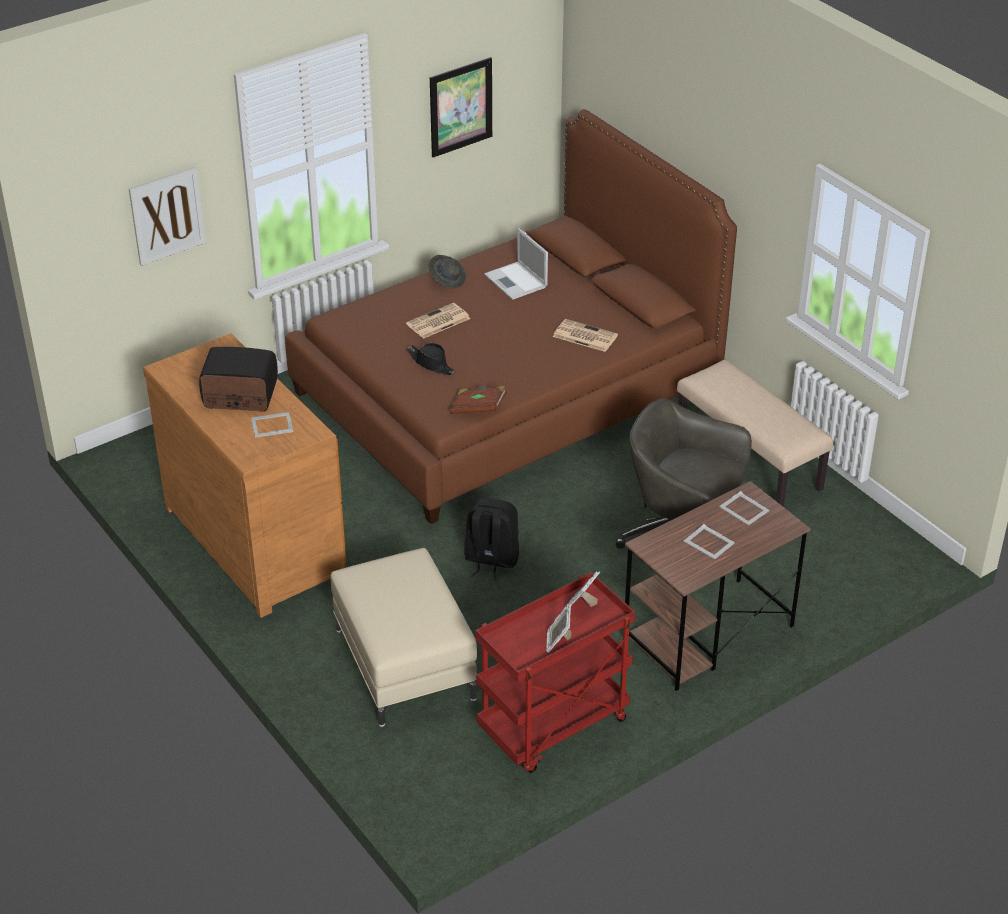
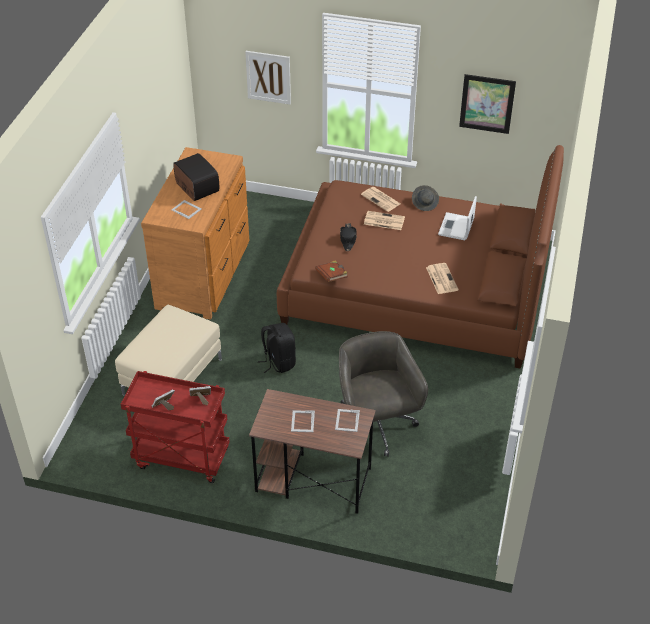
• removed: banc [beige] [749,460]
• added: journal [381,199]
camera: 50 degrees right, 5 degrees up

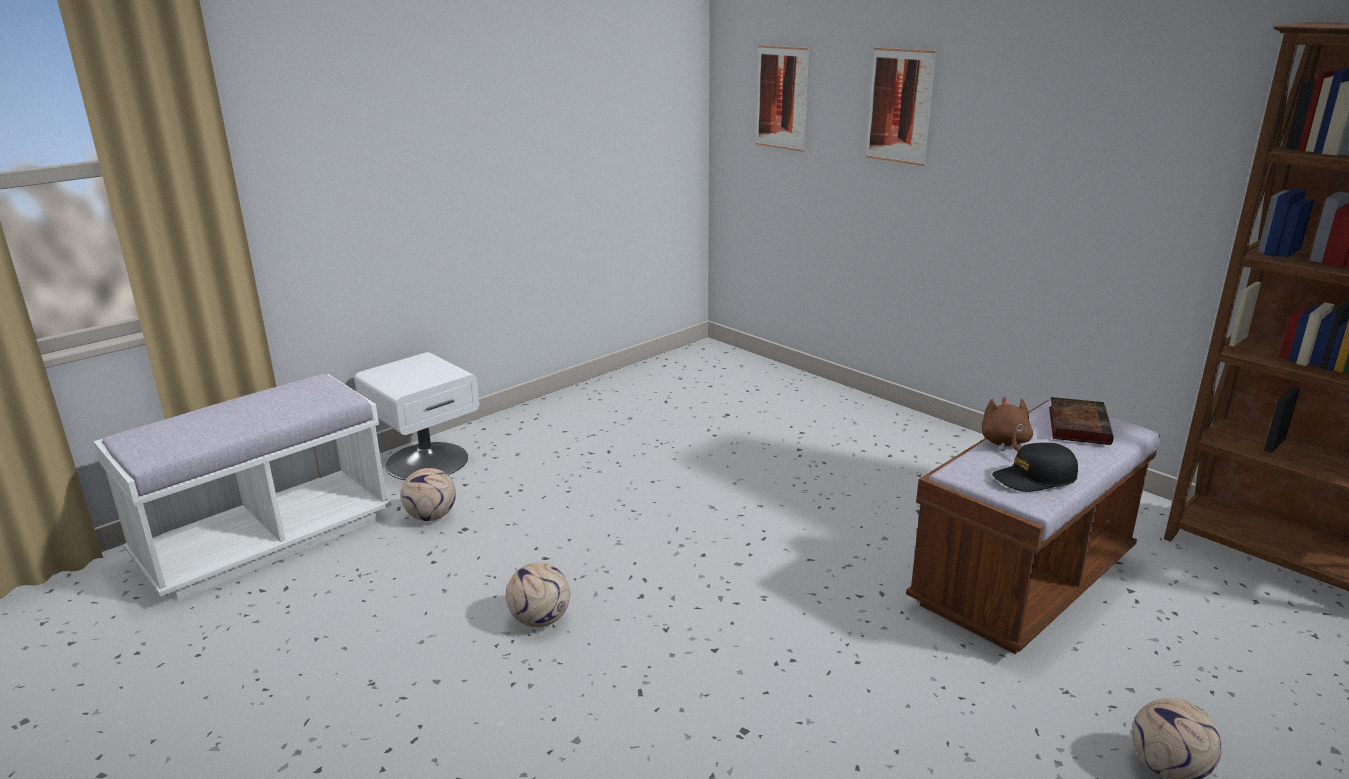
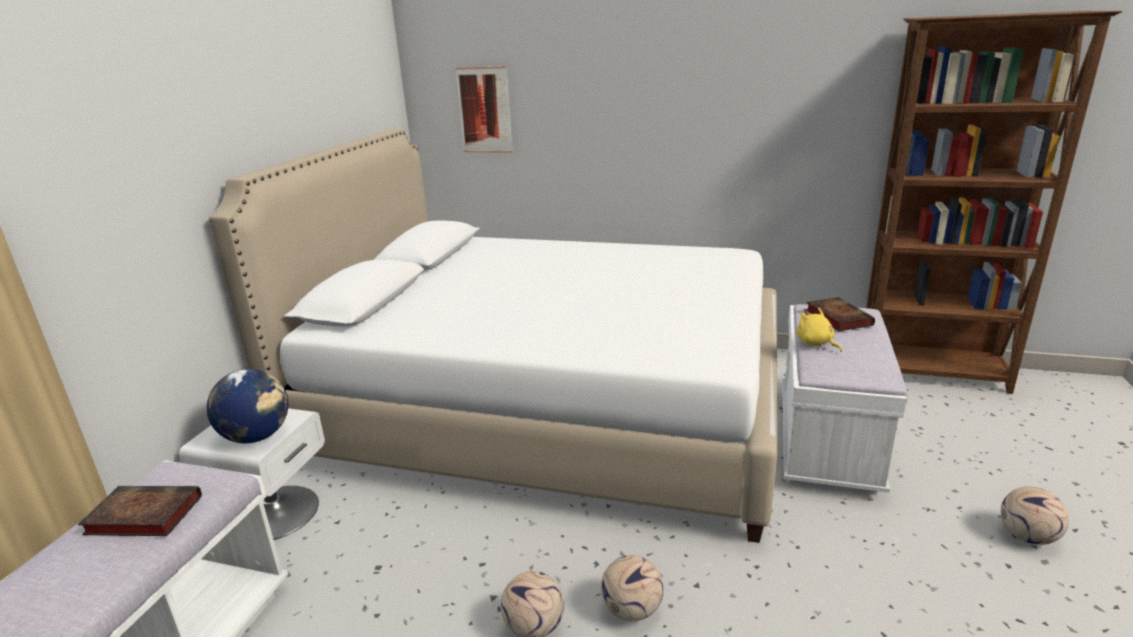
• moved: ballon de foot [430,516] to [631,610]
• removed: tableau [900,106]
• recoloured: banc [marron] [1022,582] to banc [blanc] [826,440]
• recoloured: peluche [marron] [1005,443] to peluche [jaune] [816,343]
• removed: casquette [noir] [1034,478]
• added: livre [141,516]
• added: globe [257,436]
• added: lit [blanc] [550,409]
camera: 30 degrees left, 0 degrees up

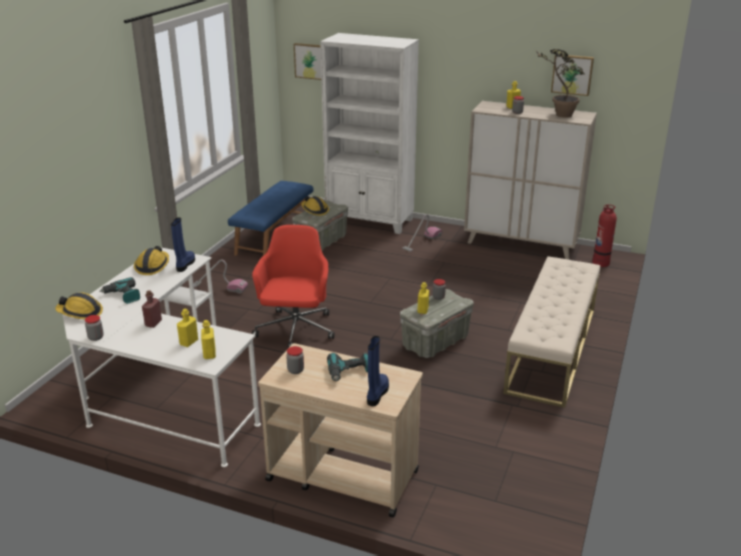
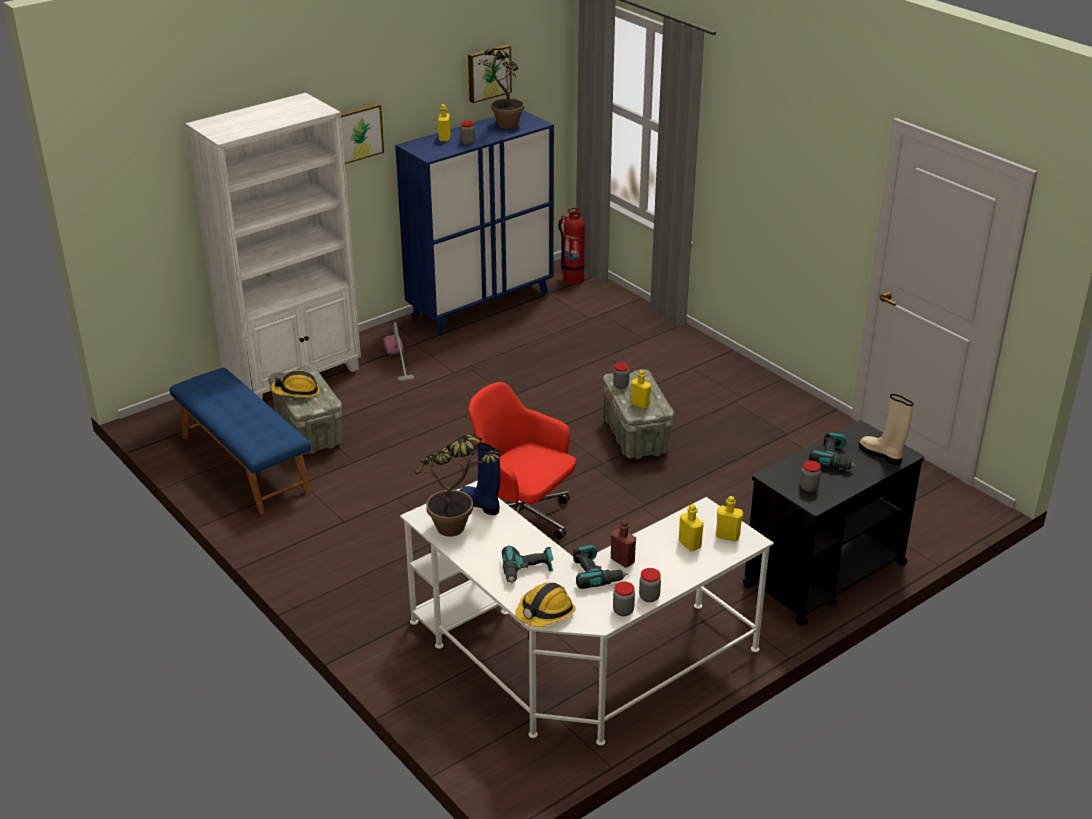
• replaced: casque de chantier [152,266] to plante en pot [460,531]
• removed: aspirateur [219,287]
• recoloured: chariot [beige] [341,475] to chariot [noir] [823,575]
• moved: tableau [311,61] to [357,133]
• recoloured: botte [bleu] [377,394] to botte [beige] [881,454]
• recoloured: meuble de rangement [beige] [521,244] to meuble de rangement [bleu] [481,304]
• removed: banc [beige] [552,349]
• added: perceuse [596,574]
• added: bocal [649,597]
camera: 60 degrees left, 5 degrees up

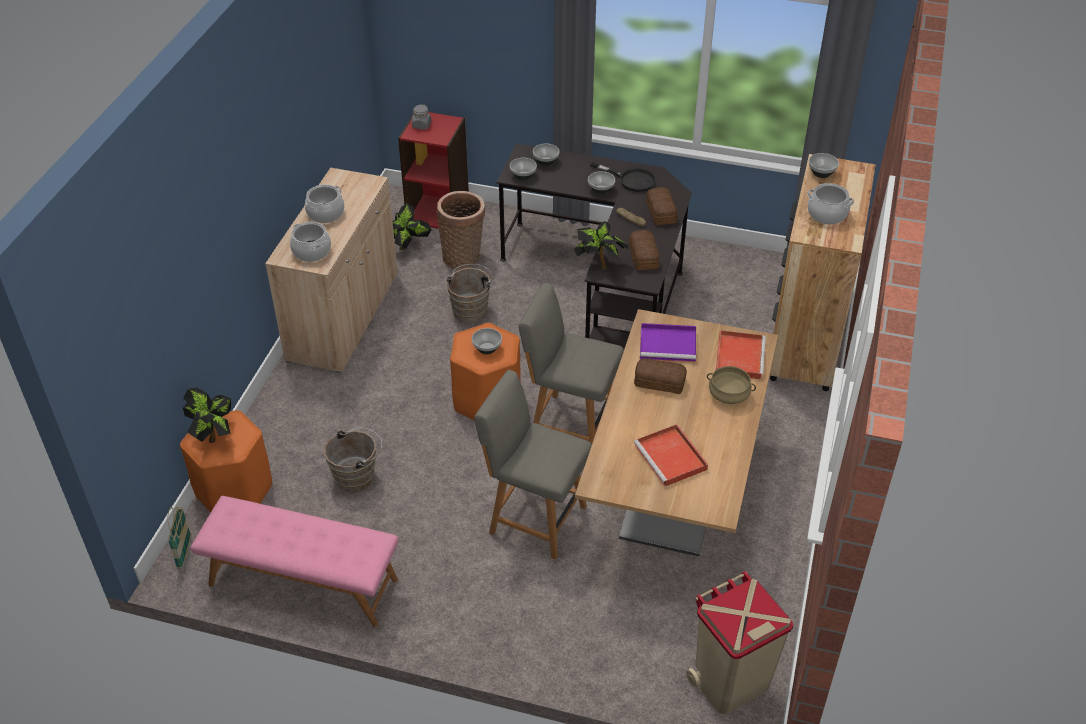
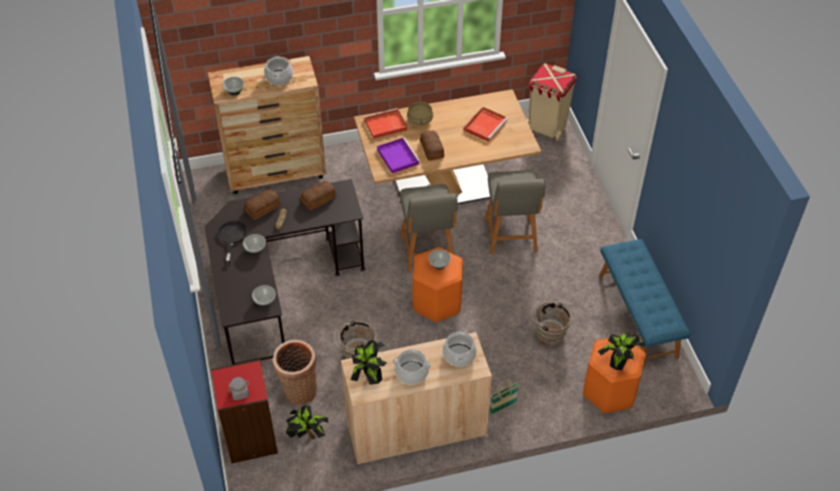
• moved: panier [184,553] to [502,408]
• recoloured: banc [rose] [302,582] to banc [bleu] [638,315]
• removed: bol [546,161]
• moved: plante en pot [599,264] to [369,374]
camera: 120 degrees left, 5 degrees up

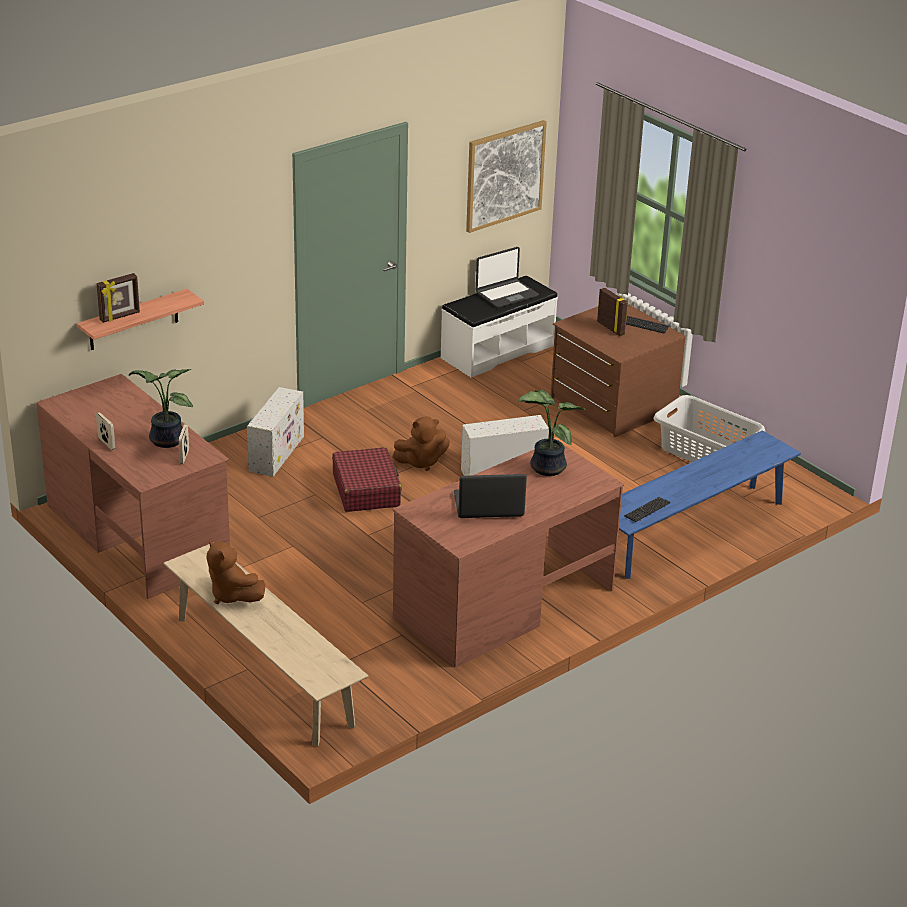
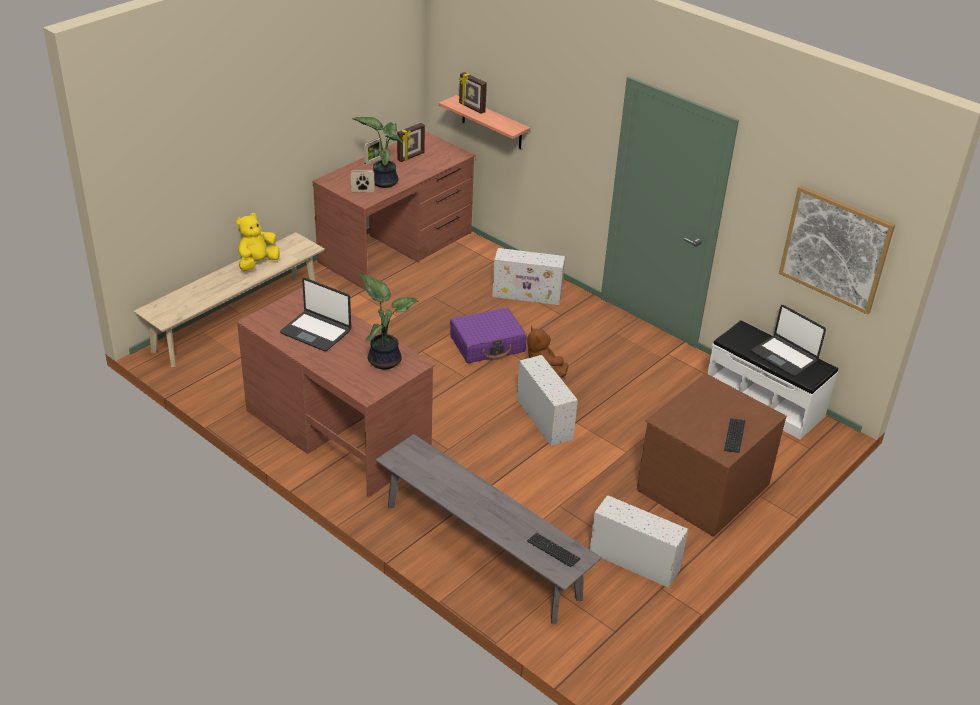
• recoloured: peluche [marron] [232,595] to peluche [jaune] [257,263]
• recoloured: valise [rouge] [366,490] to valise [violet] [487,344]
• turned: ordinateur portable [488,506] = [316,331] 135 degrees clockwise
• moved: cadre photo [611,328] to [411,157]
• recoloured: banc [bleu] [692,530] to banc [gris] [481,551]
• moved: clavier [647,510] to [553,550]
• replaced: panier à linge [gris] [705,453] to boîte de rangement [blanc] [633,560]
camera: 80 degrees right, 5 degrees up

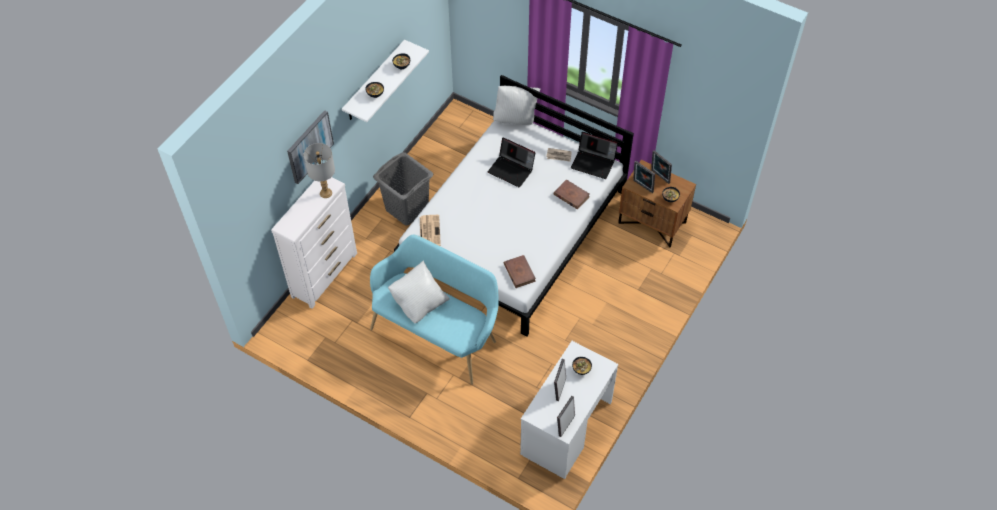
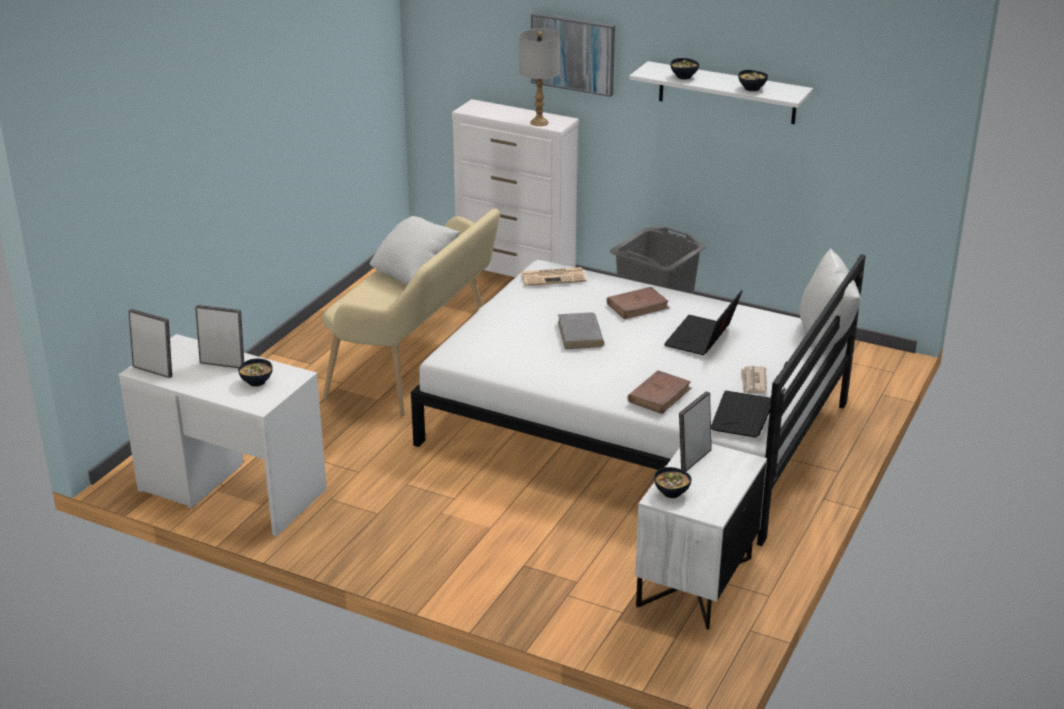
• recoloured: banc [turquoise] [438,332] to banc [beige] [419,366]
• moved: livre [marron] [519,272] to [637,306]
• recoloured: table de chevet [marron] [652,222] to table de chevet [blanc] [696,583]
• removed: cadre photo [659,177]
• added: livre [gris] [580,334]
camera: 85 degrees right, 25 degrees down

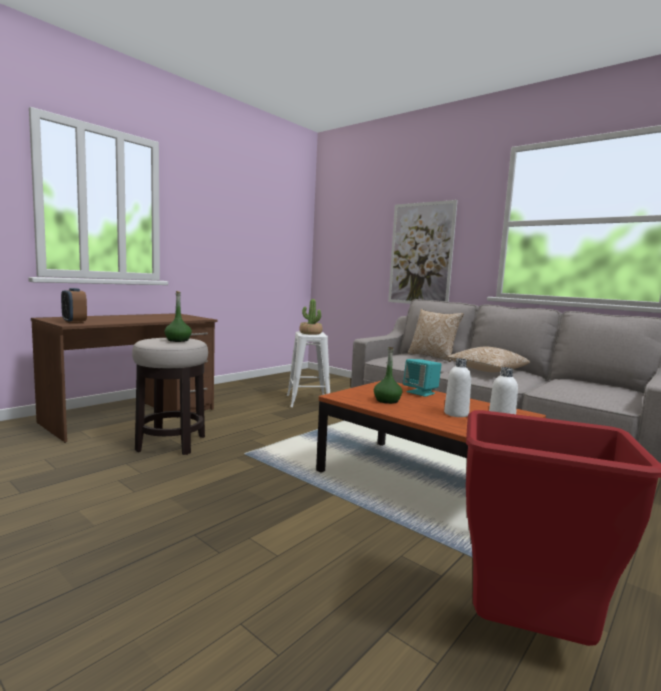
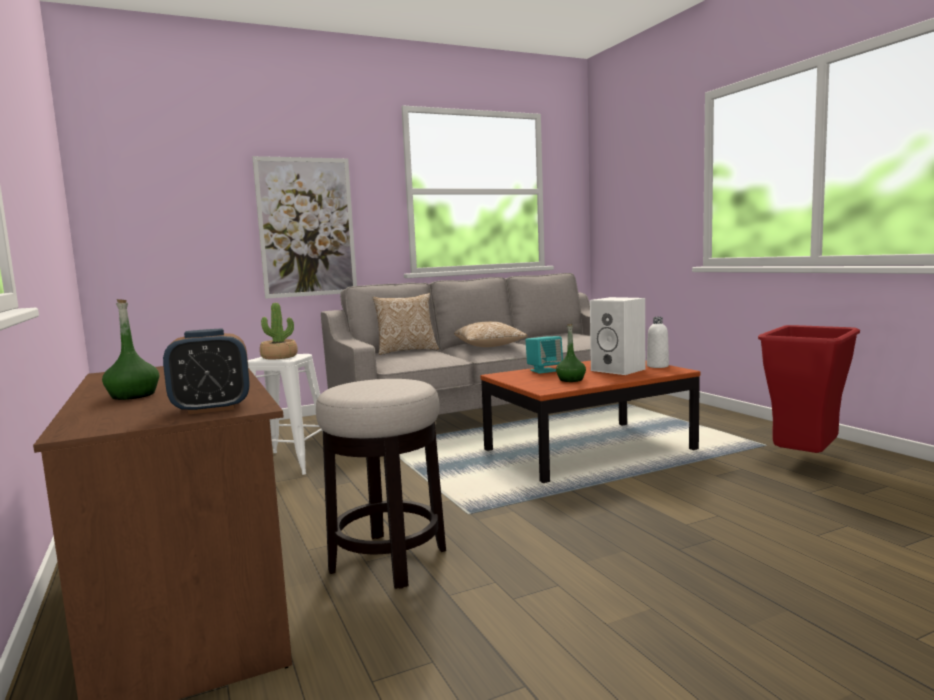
• moved: bouteille [vert] [178,340] to [133,395]
• replaced: bouteille [blanc] [456,414] to enceinte [blanc] [619,370]
camera: 65 degrees left, 0 degrees up

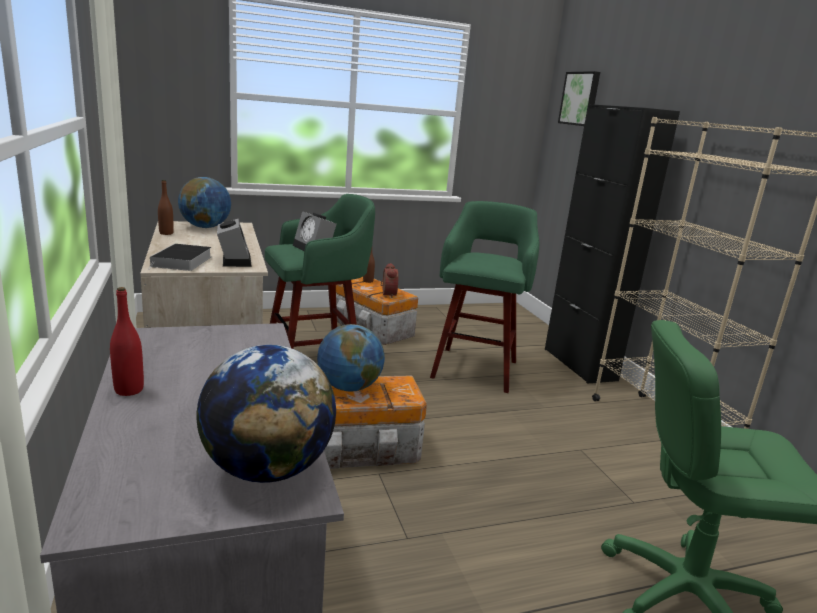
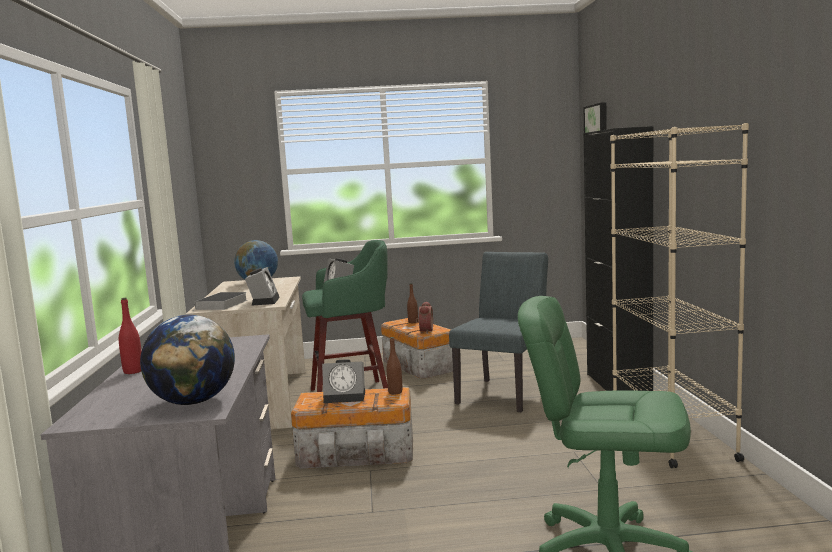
• moved: bouteille [marron] [166,233] to [395,392]
• replaced: globe [349,387] to réveil [346,396]
• replaced: tabouret [vert] [475,368] to chaise [gris] [505,392]
camera: 15 degrees right, 10 degrees down

